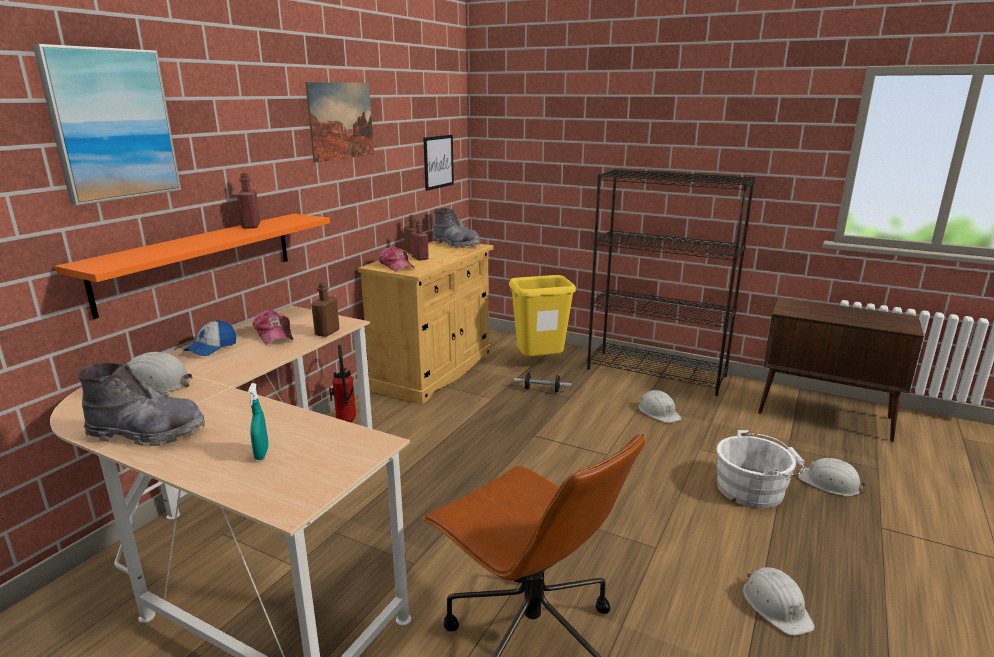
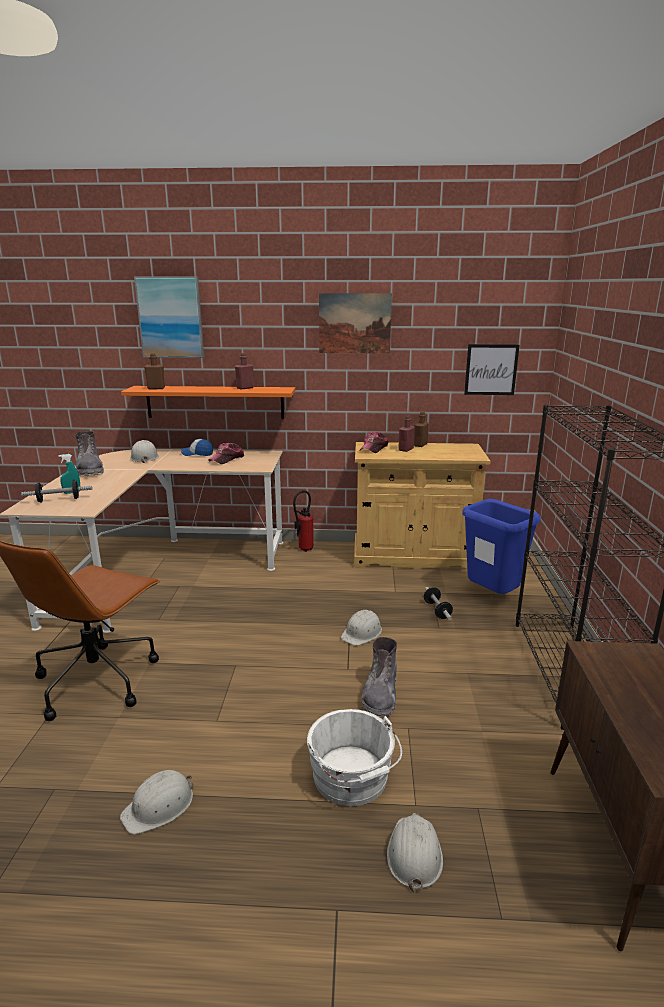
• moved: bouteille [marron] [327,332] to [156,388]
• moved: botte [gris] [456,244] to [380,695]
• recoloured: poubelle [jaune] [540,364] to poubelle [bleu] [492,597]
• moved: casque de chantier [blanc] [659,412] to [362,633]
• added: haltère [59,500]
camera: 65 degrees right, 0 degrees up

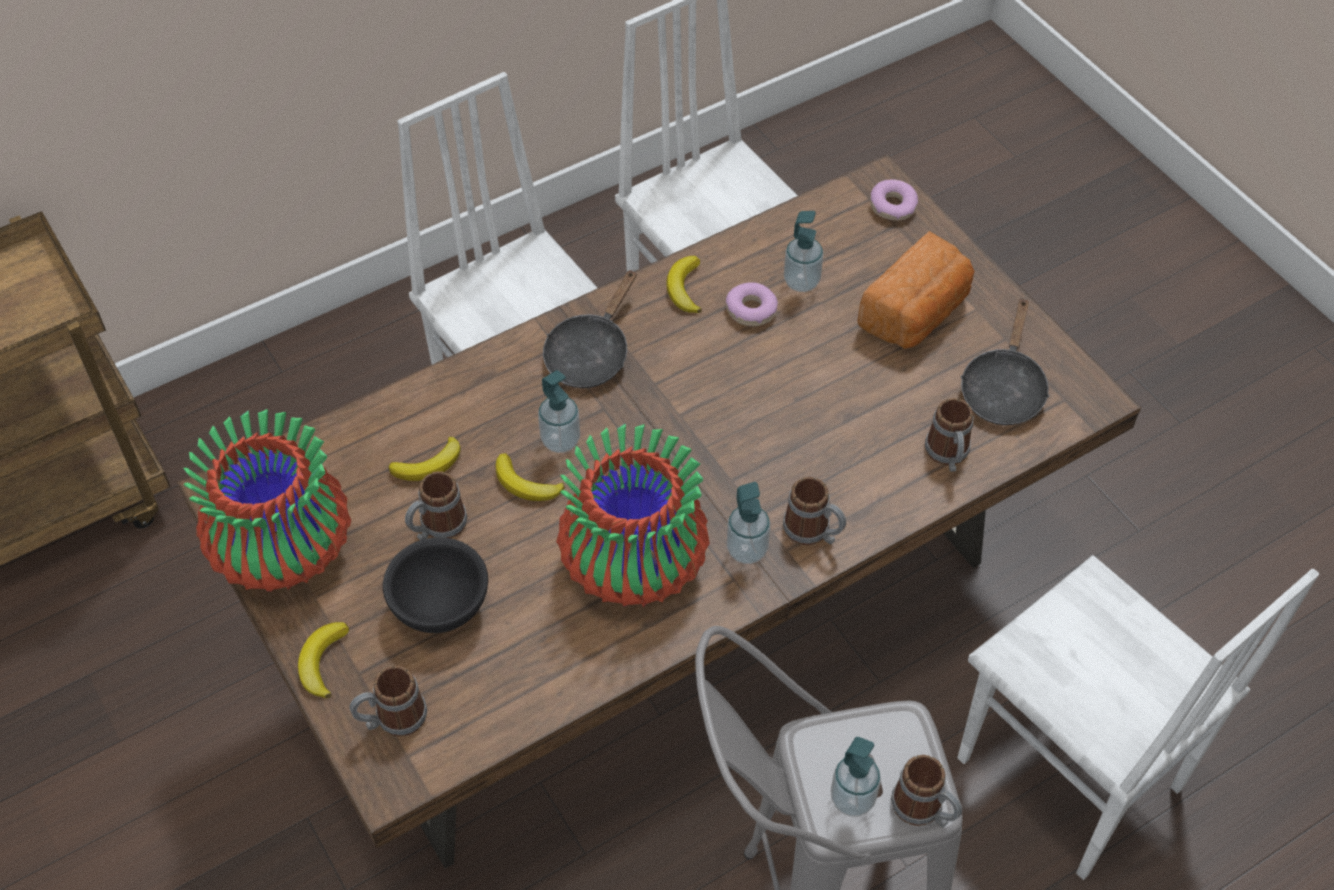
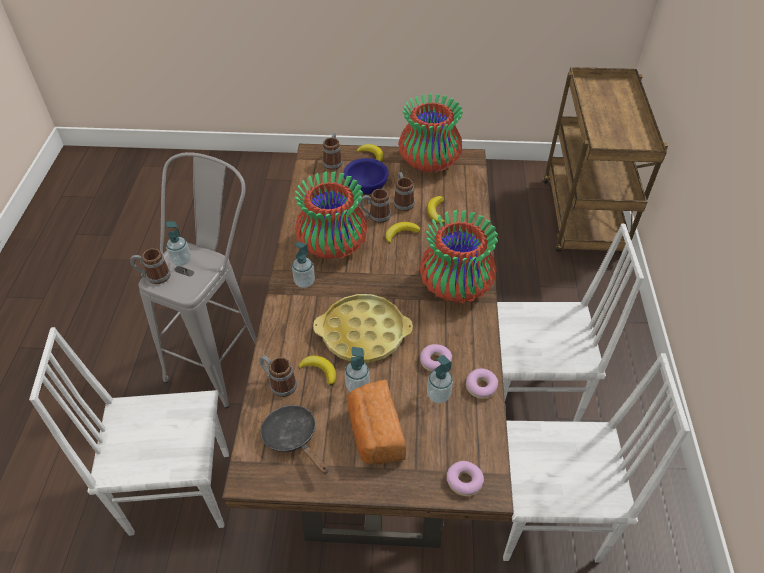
• recoloured: bol [noir] [439,608] to bol [bleu] [366,188]
• moved: distributeur de savon [560,440] to [357,386]
• replaced: poêle [noir] [590,353] to vase [456,286]
• moved: banane [684,288] to [320,371]
• moved: mug [813,532] to [375,217]
• added: plateau [jaune] [363,333]
• added: beignet [481,386]
camera: 125 degrees right, 5 degrees down

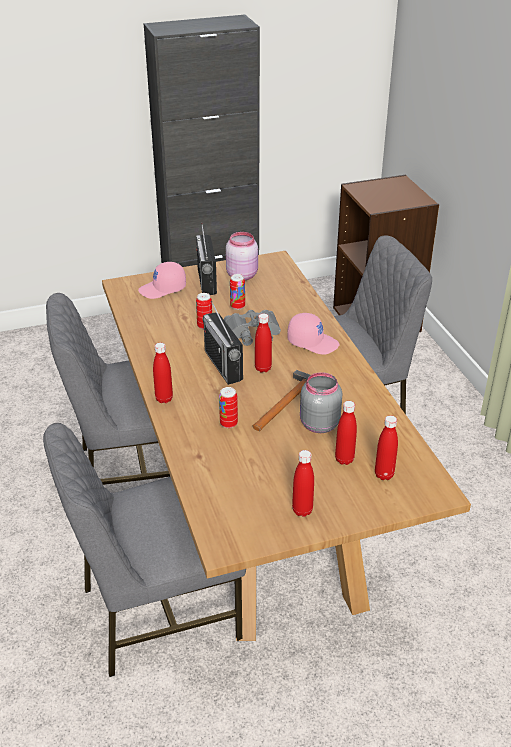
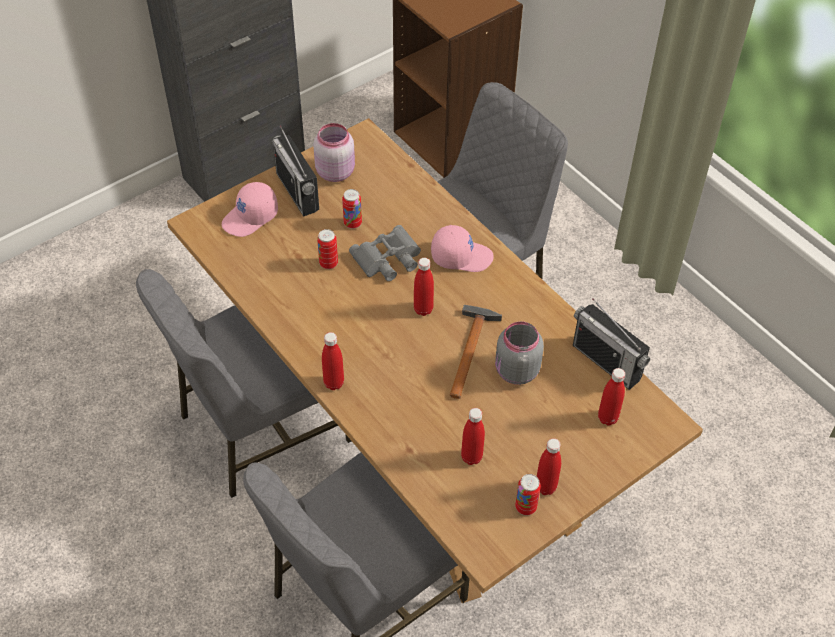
• moved: radio [223,365] to [606,362]
• moved: boîte métallique [228,423] to [525,507]
• moved: bouteille [rouge] [344,459] to [471,457]
camera: 20 degrees left, 15 degrees up

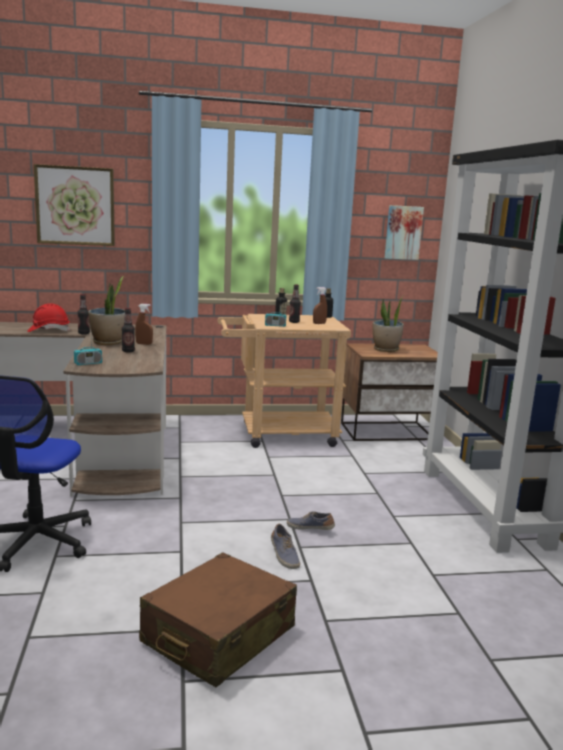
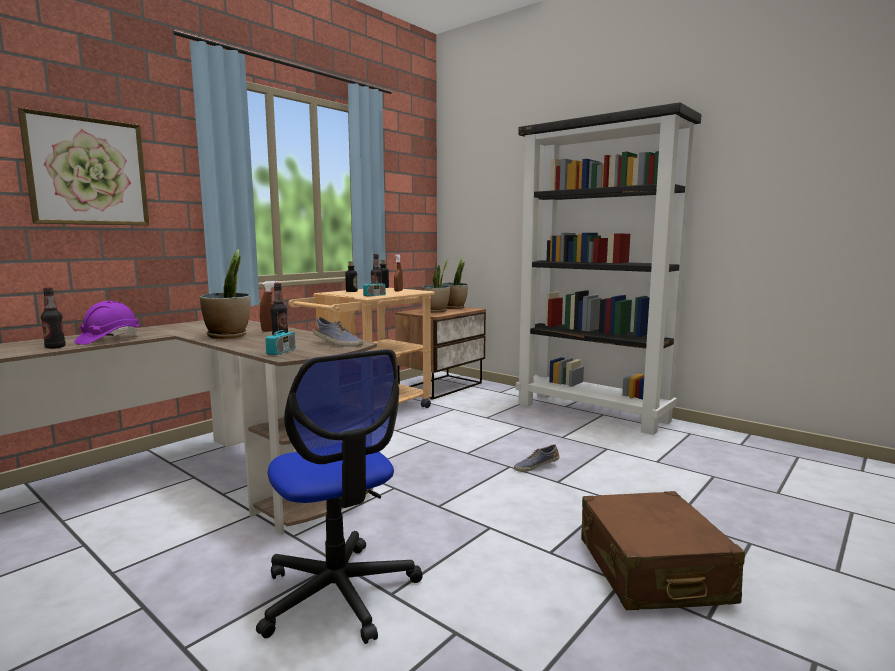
• recoloured: casque de chantier [rouge] [48,331] to casque de chantier [violet] [108,340]
• moved: bouteille [84,333] to [55,347]
• moved: chaussure [284,555] to [337,344]
• removed: tableau [403,232]
• added: plante en pot [454,307]
camera: 40 degrees left, 5 degrees down

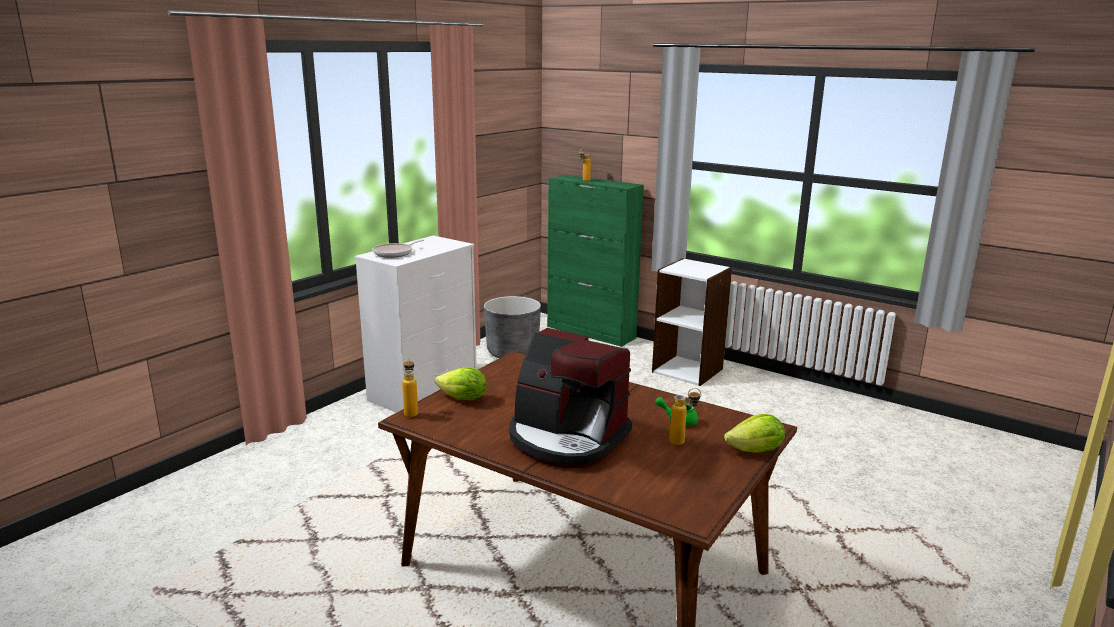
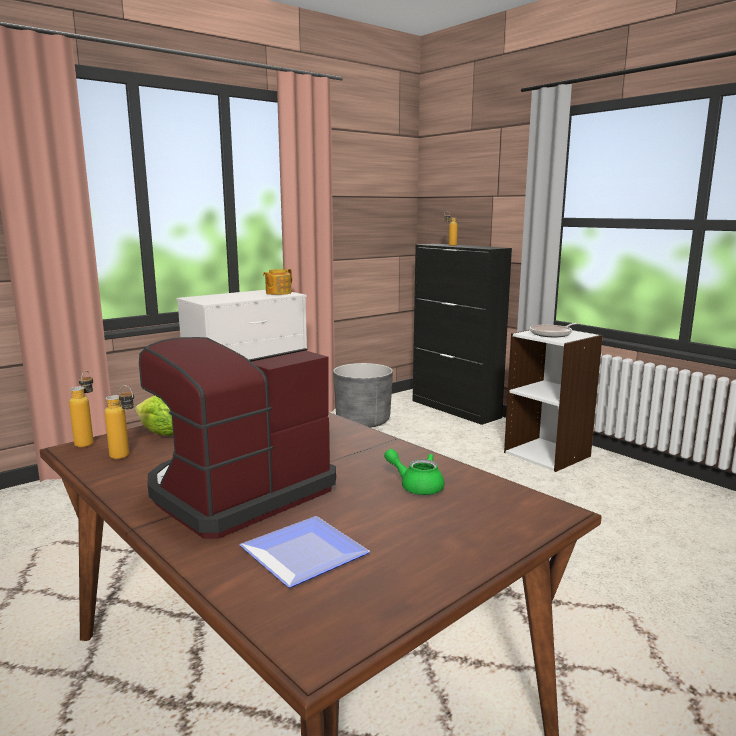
• moved: poêle [395,253] to [552,334]
• turned: machine à café [566,439] = [237,493] 90 degrees clockwise
• recoloured: meuble de rangement [vert] [591,332] to meuble de rangement [noir] [455,409]
• moved: bouteille [683,442] to [125,457]
• removed: laitue [756,451]
• added: assiette [305,552]
• added: théière [278,293]
camera: 15 degrees right, 5 degrees down

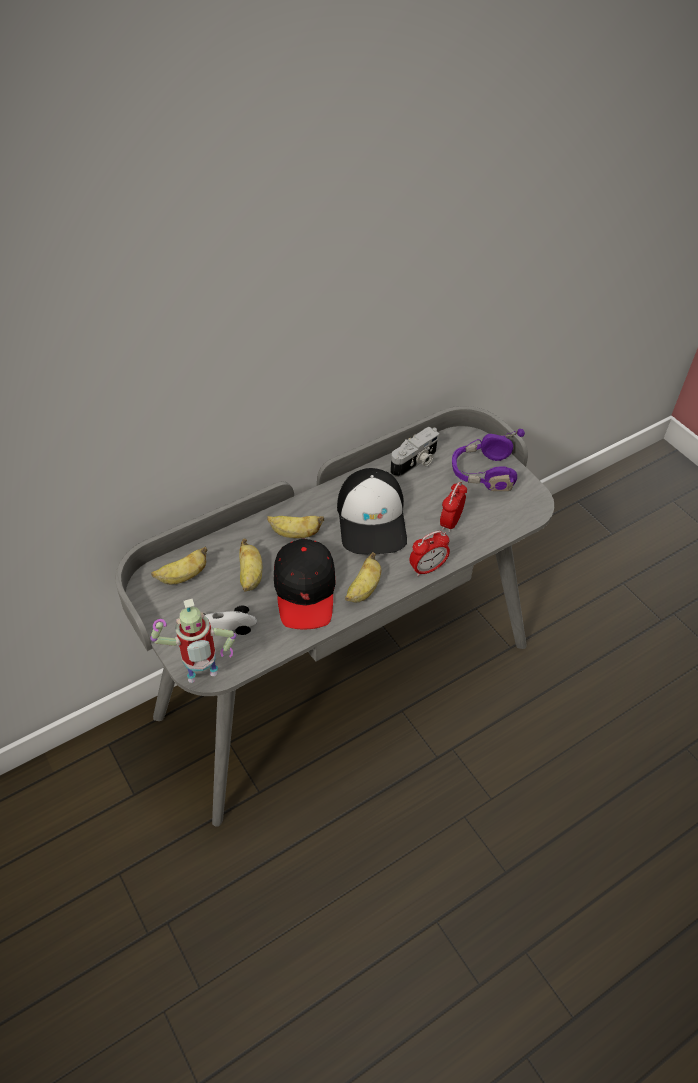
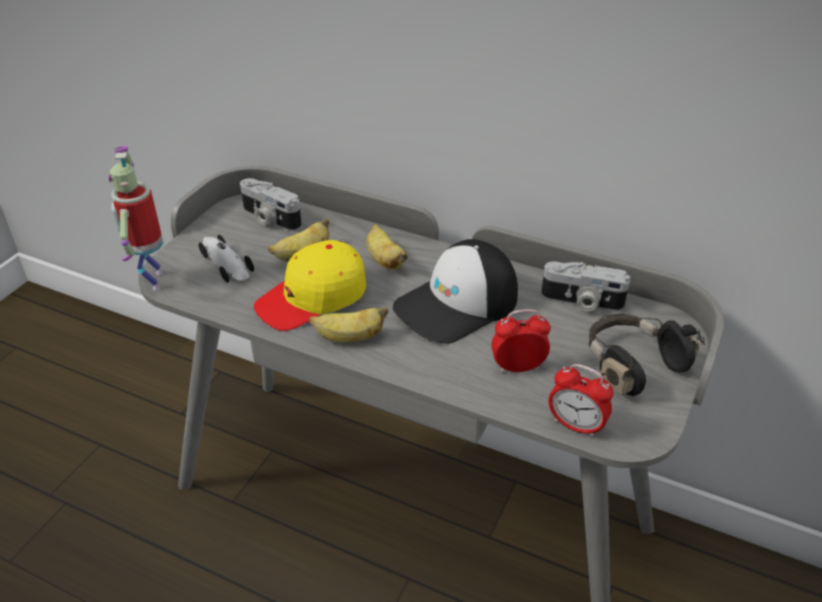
• turned: robot jouet [202,680] = [152,280] 45 degrees clockwise
• replaced: banane [183,576] to appareil photo [269,218]
• recoloured: casquette [noir] [305,591] to casquette [jaune] [313,298]
• moved: réveil [427,568] to [576,425]
• recoloured: casque audio [violet] [483,473] to casque audio [noir] [632,365]
camera: 60 degrees right, 10 degrees down

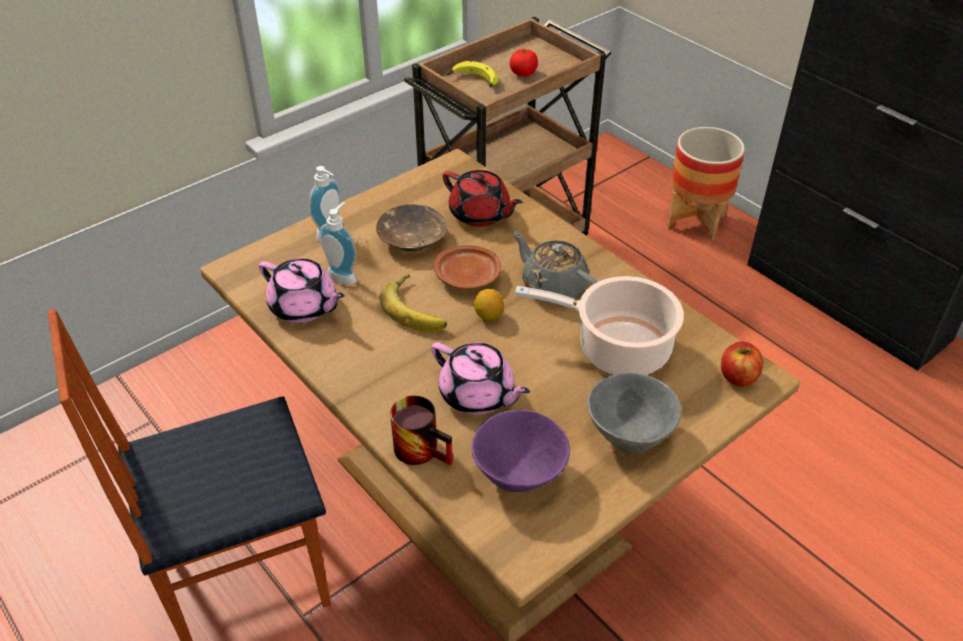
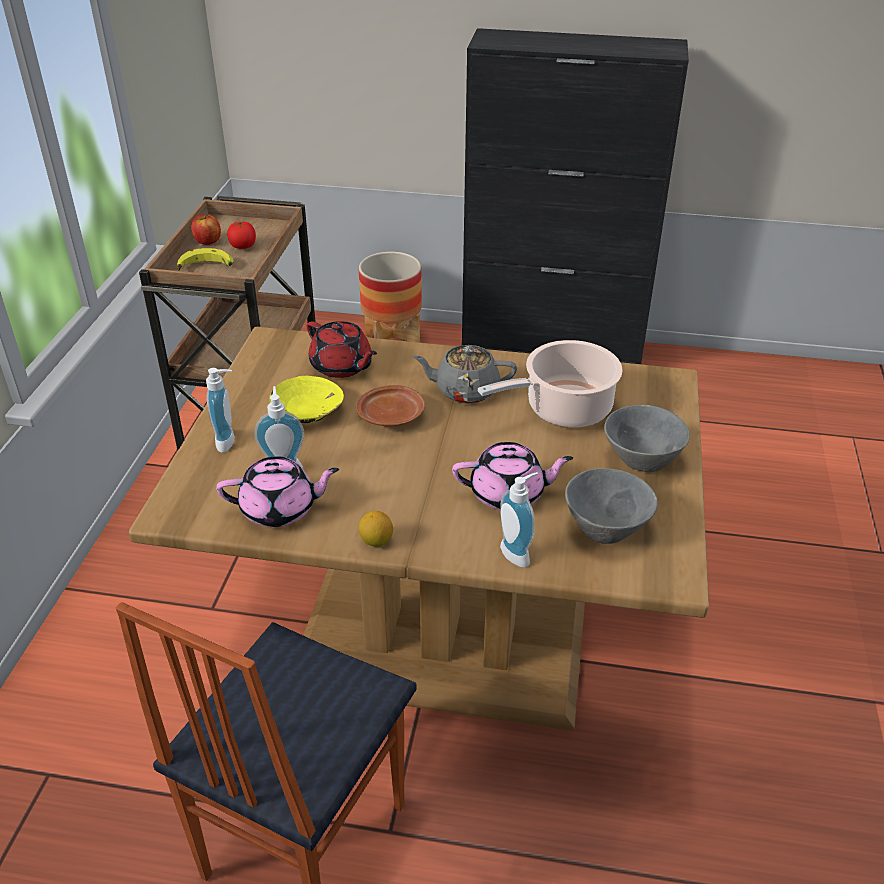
• recoloured: bol [marron] [411,239] to bol [jaune] [307,411]
• removed: banane [417,308]
• replaced: mug [424,448] to distributeur de savon [518,553]
• turned: théière [rouge] [480,214] = [342,366] 45 degrees clockwise
• recoloured: bol [violet] [520,476] to bol [gris] [608,529]
• moved: citron [488,316] to [376,541]
• moved: pomme [738,376] to [207,241]
camera: 40 degrees left, 5 degrees down

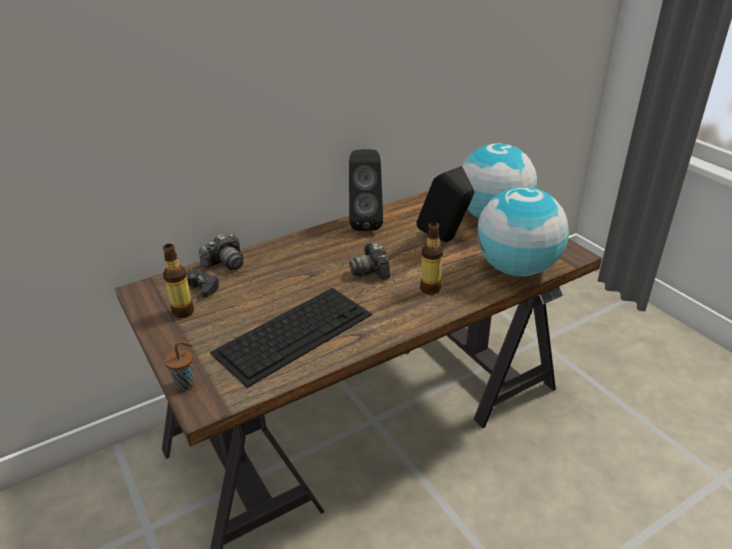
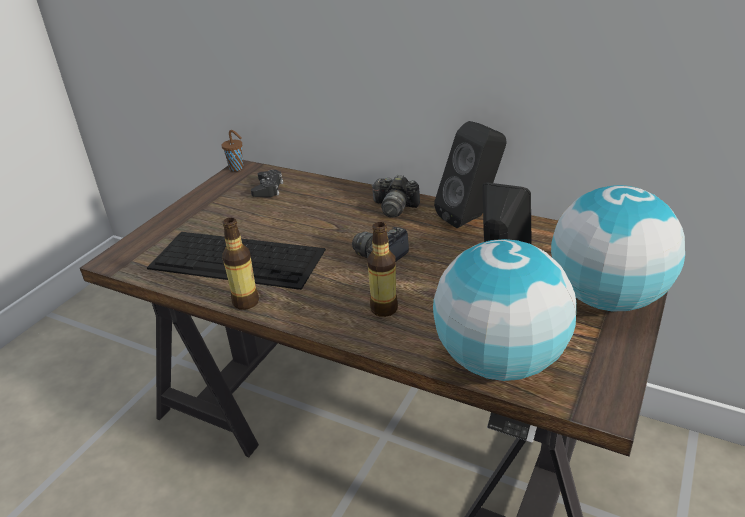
• moved: bouteille [183,312] to [246,302]
• moved: tasse [marron] [186,384] to [237,168]
• moved: appareil photo [225,263] to [395,208]
camera: 60 degrees right, 0 degrees up

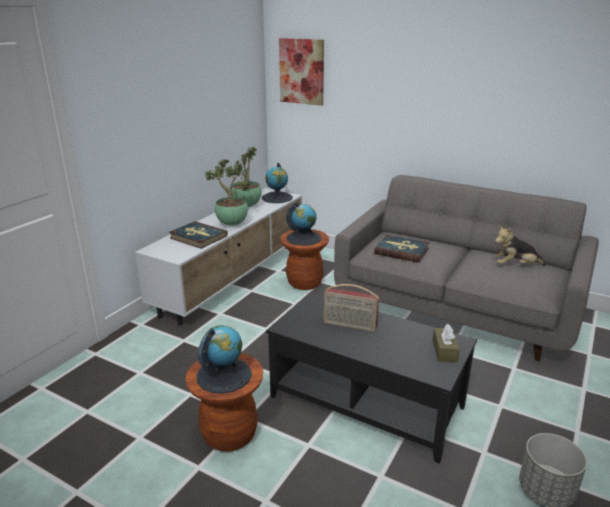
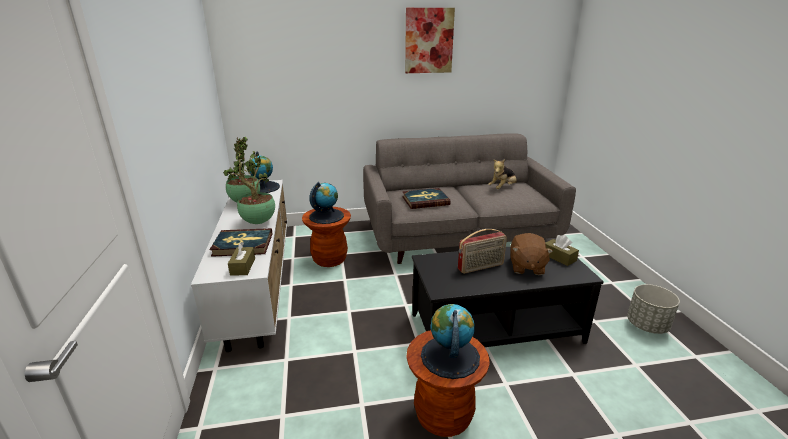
• moved: tableau [302,71] to [429,41]
• added: boîte à mouchoirs [marron] [243,266]
• added: peluche [marron] [526,267]
camera: 40 degrees left, 0 degrees up

